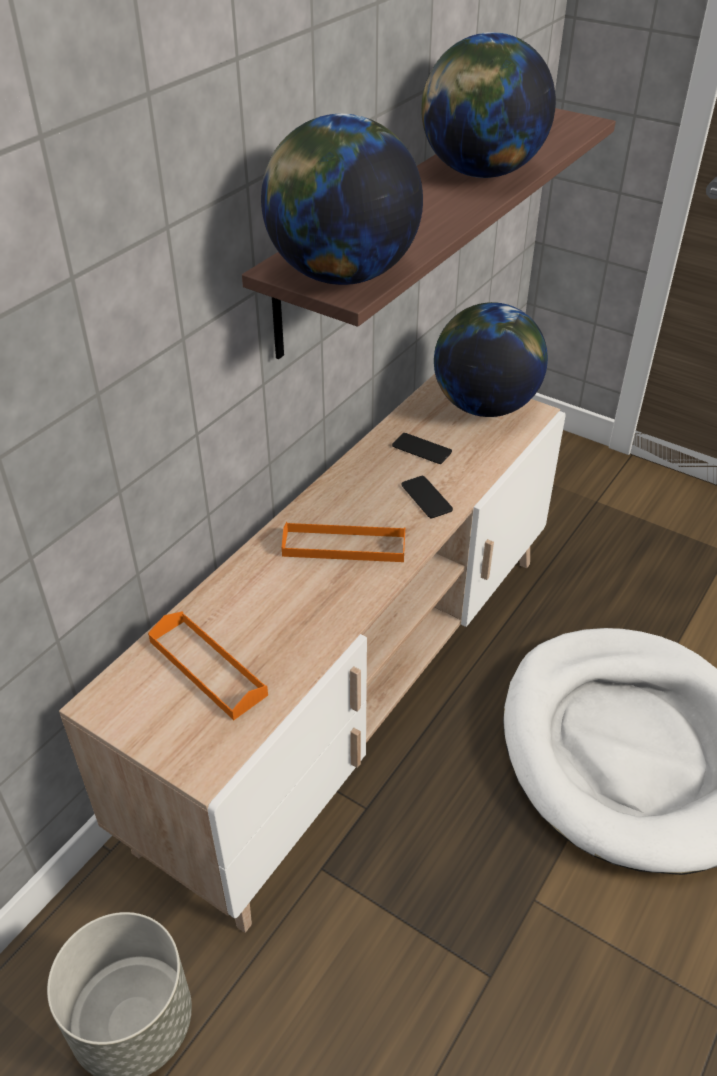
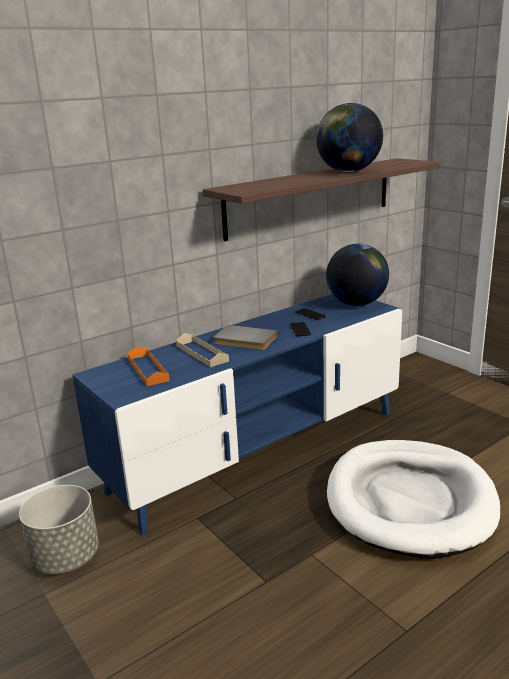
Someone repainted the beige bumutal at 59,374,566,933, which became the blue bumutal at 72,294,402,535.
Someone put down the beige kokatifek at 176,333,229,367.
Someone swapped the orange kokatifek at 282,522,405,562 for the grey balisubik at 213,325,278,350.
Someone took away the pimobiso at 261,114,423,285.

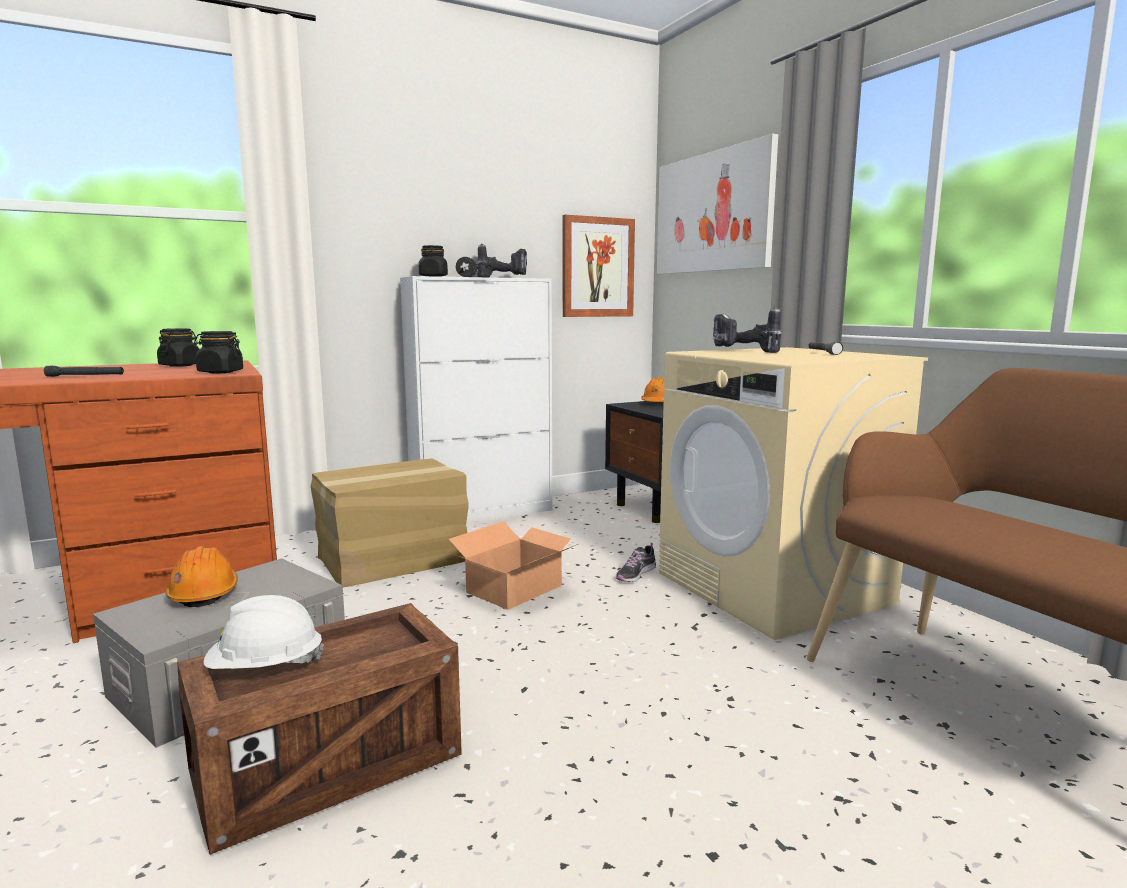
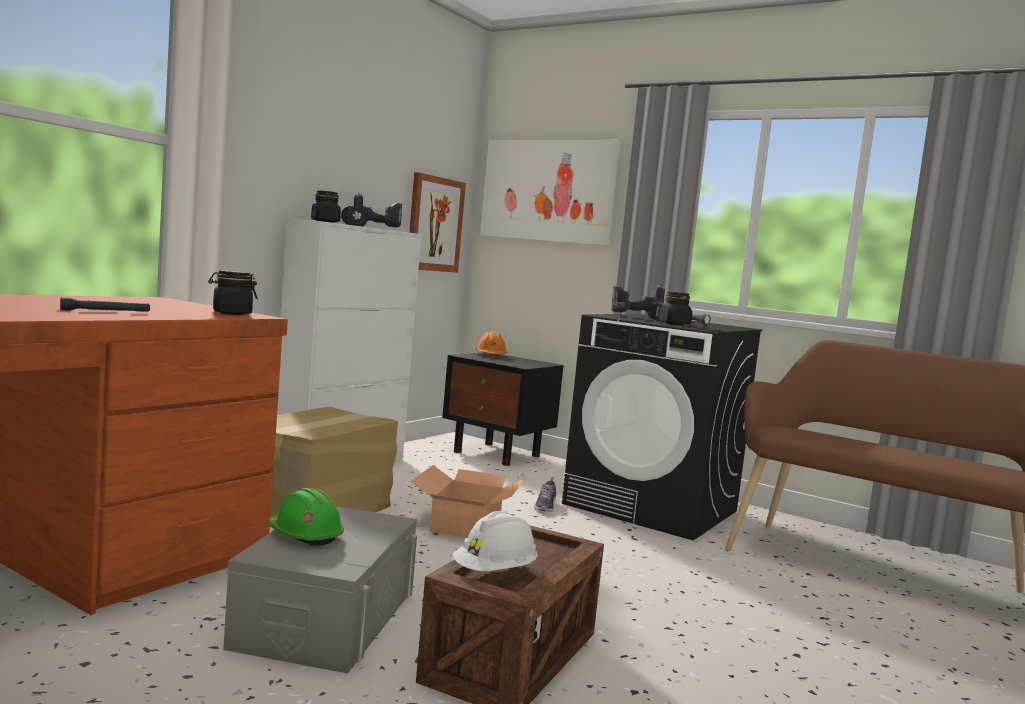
Someone repainted the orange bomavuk at 165,546,238,607, which became the green bomavuk at 268,488,344,546.
Someone repainted the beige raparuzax at 659,347,928,640, which became the black raparuzax at 562,314,762,541.
Someone carried the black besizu from 157,328,199,367 to 659,291,692,325.

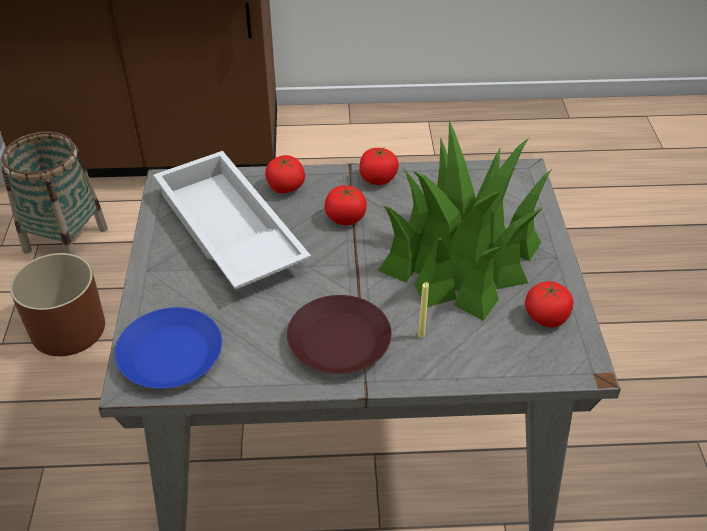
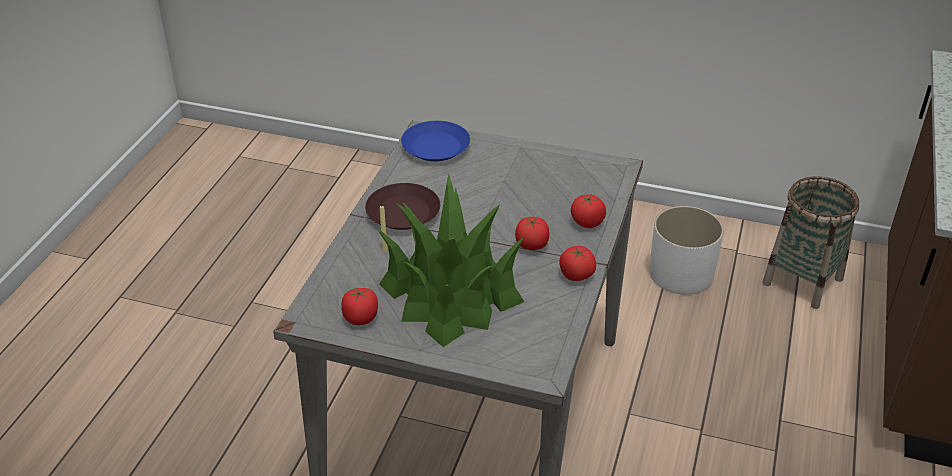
Someone repainted the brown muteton at 10,253,105,356, which became the white muteton at 650,206,724,295.
Someone took away the white kokatifek at 153,151,311,289.

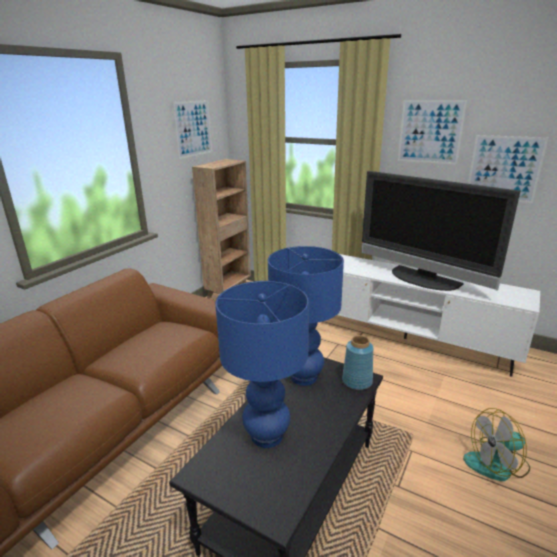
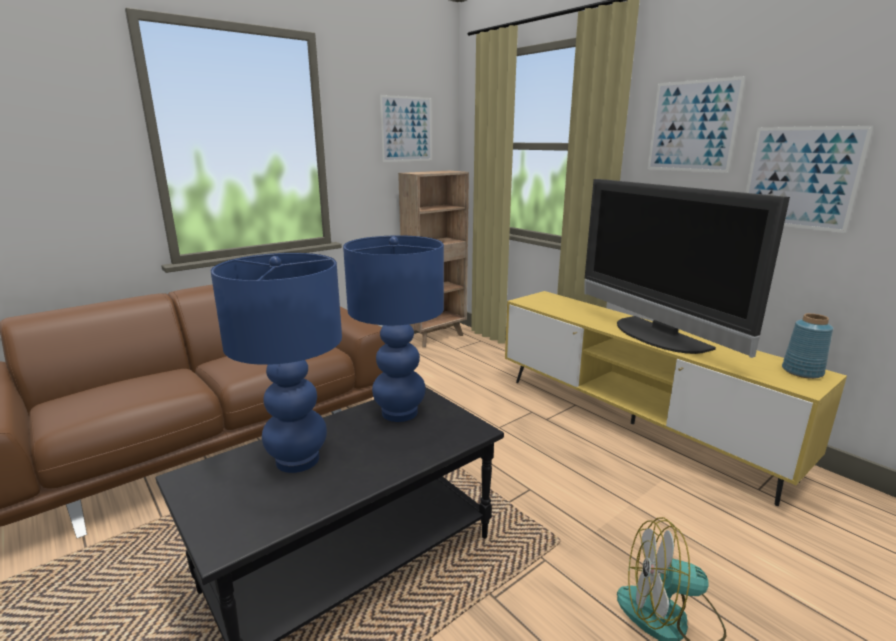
Someone repainted the white bumutal at 337,254,540,377, which became the yellow bumutal at 505,291,847,506.
Someone carried the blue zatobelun from 342,335,374,390 to 782,313,833,379.

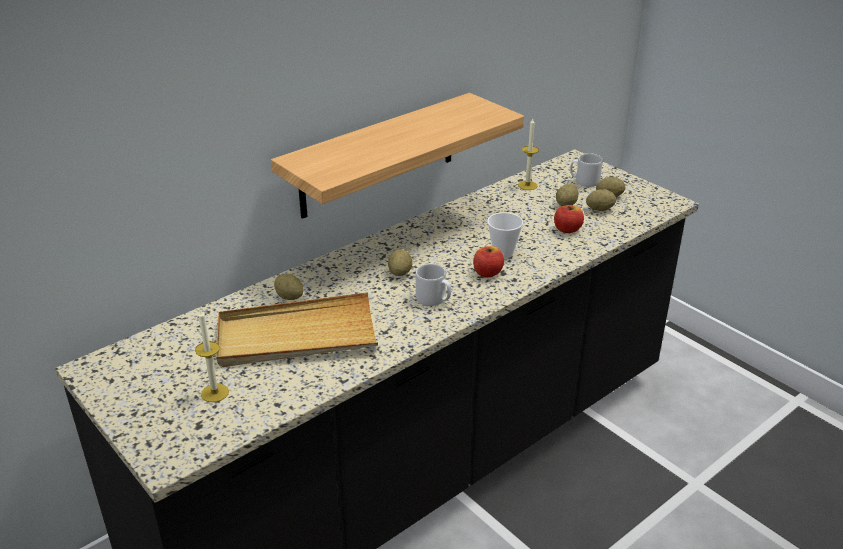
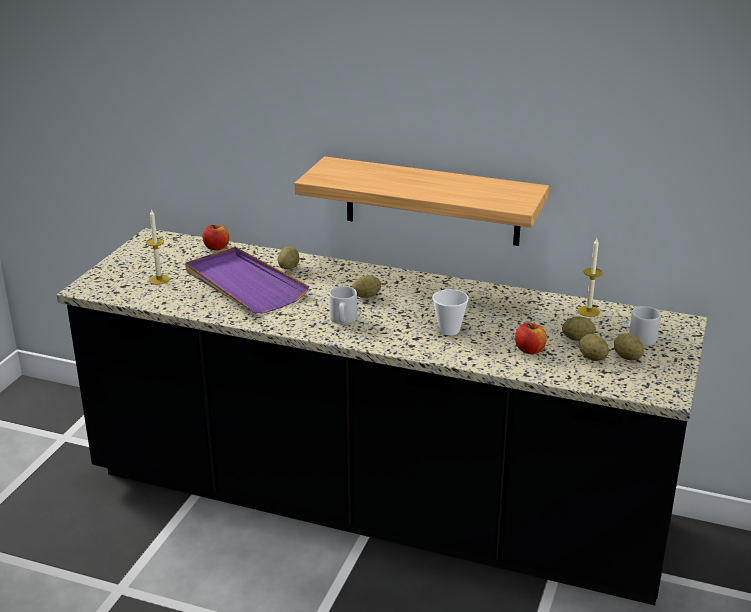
Someone repainted the beige kokatifek at 216,292,378,367, which became the purple kokatifek at 185,247,309,313.
Someone carried the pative from 473,246,504,277 to 202,225,229,250.

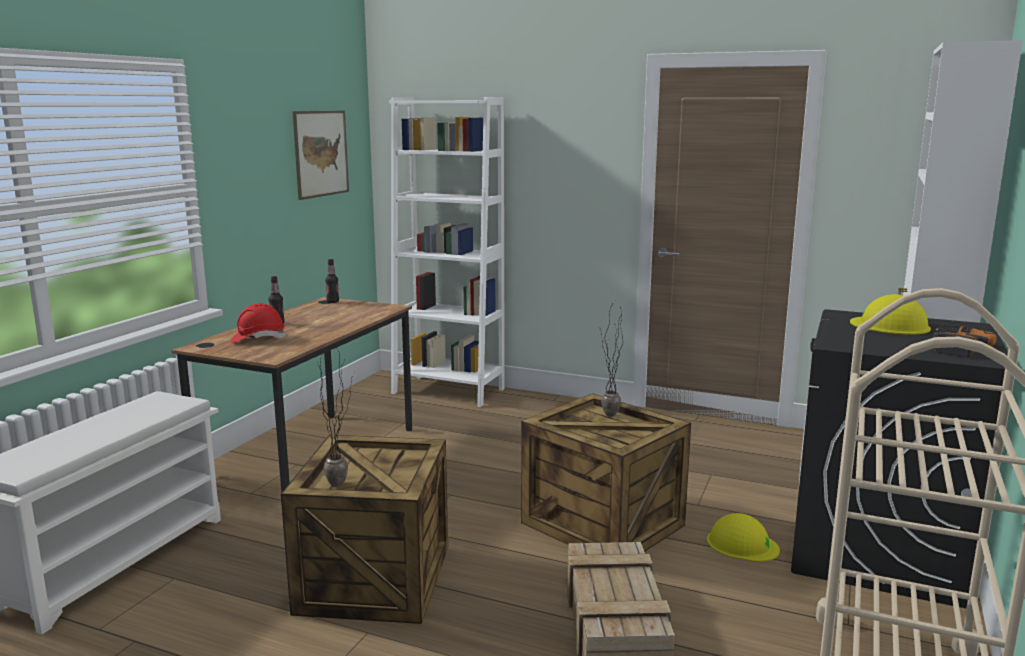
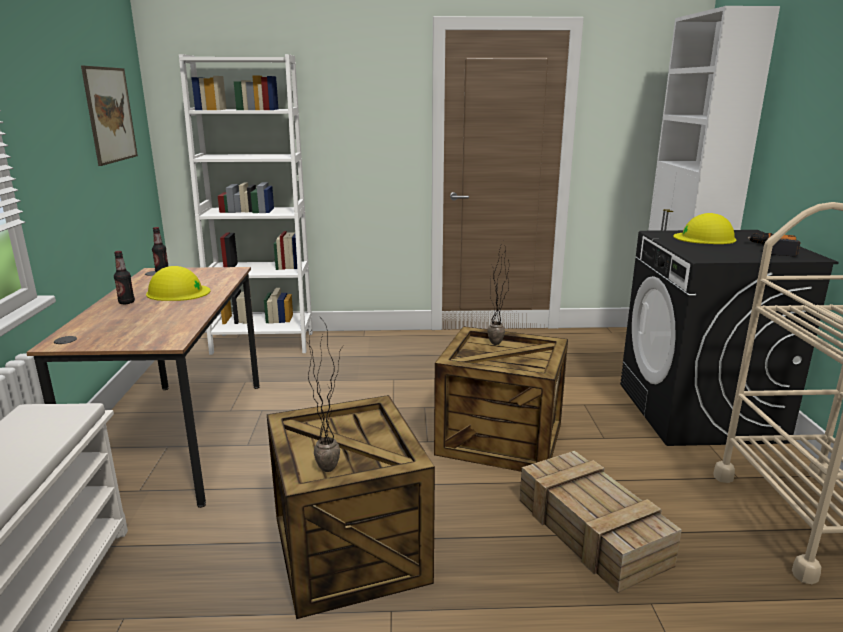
Someone carried the yellow bomavuk from 707,513,780,562 to 146,266,211,301.
Someone took away the red bomavuk at 231,303,286,343.

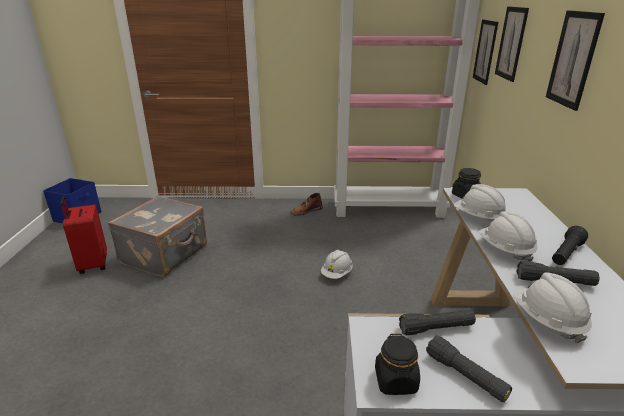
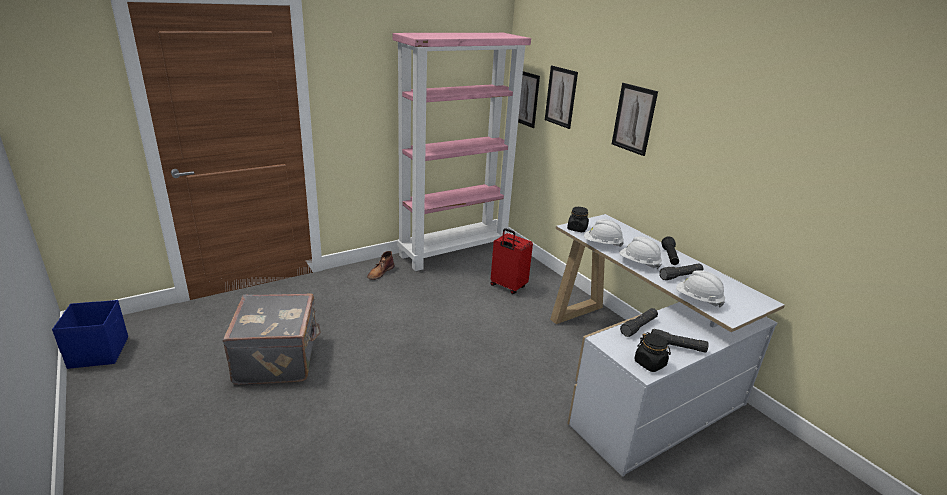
Someone carried the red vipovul from 60,196,107,274 to 490,228,533,294.
Someone took away the white bomavuk at 321,250,353,279.

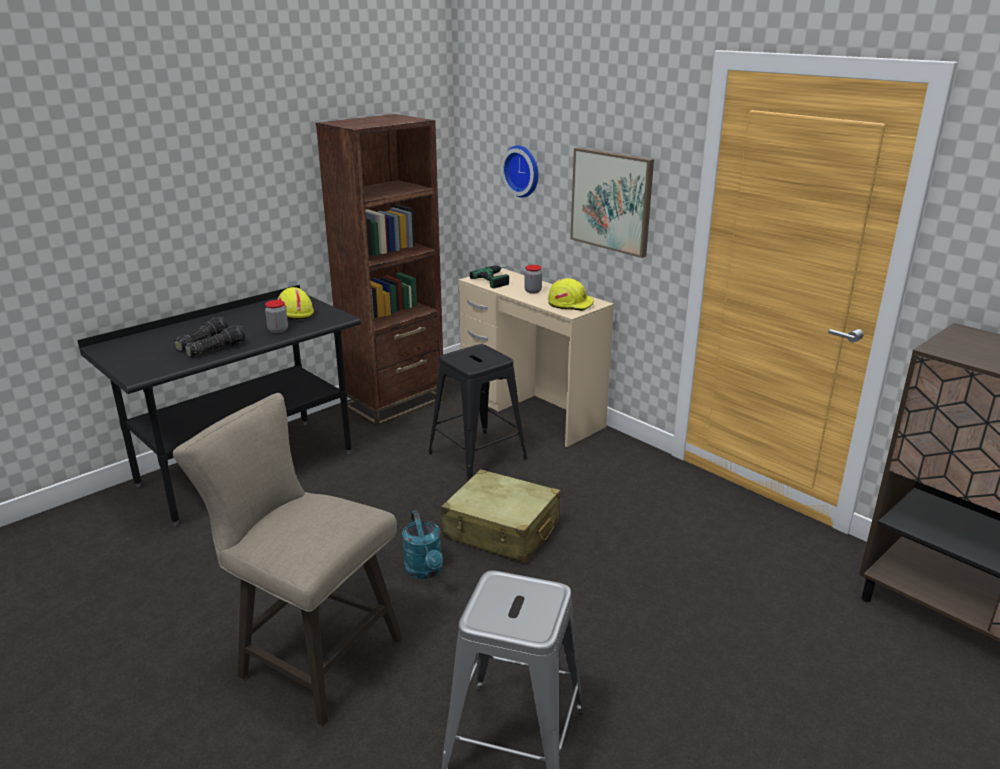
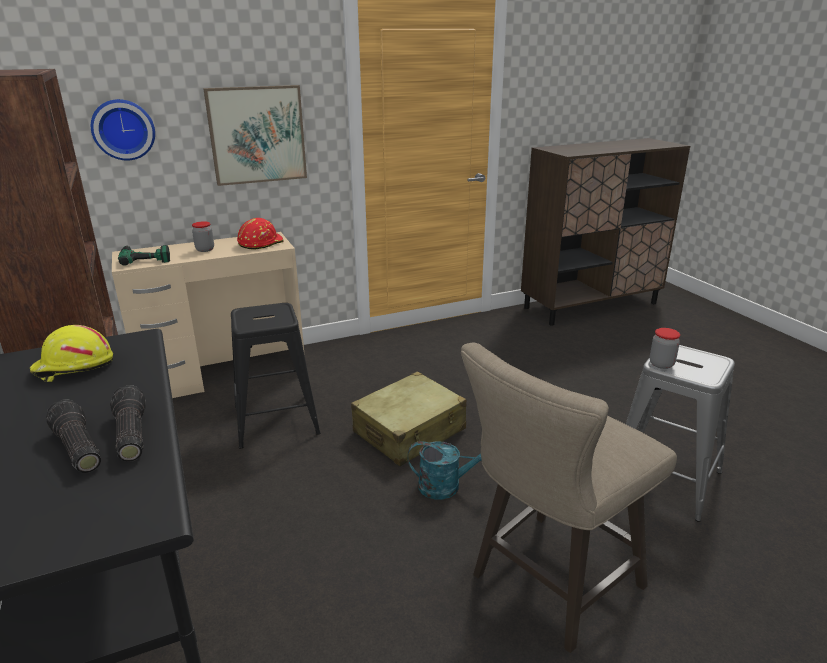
Someone repainted the yellow bomavuk at 548,278,594,311, which became the red bomavuk at 237,218,284,250.
Someone carried the besizu from 265,300,288,333 to 650,328,680,369.

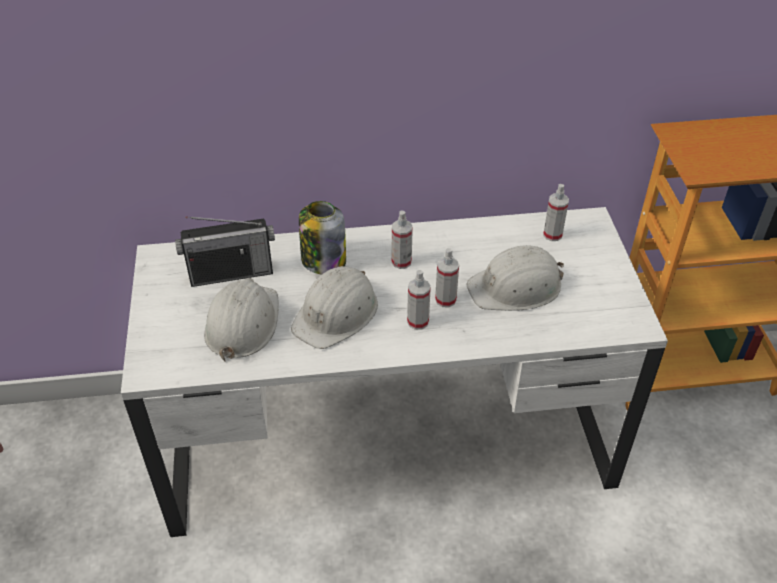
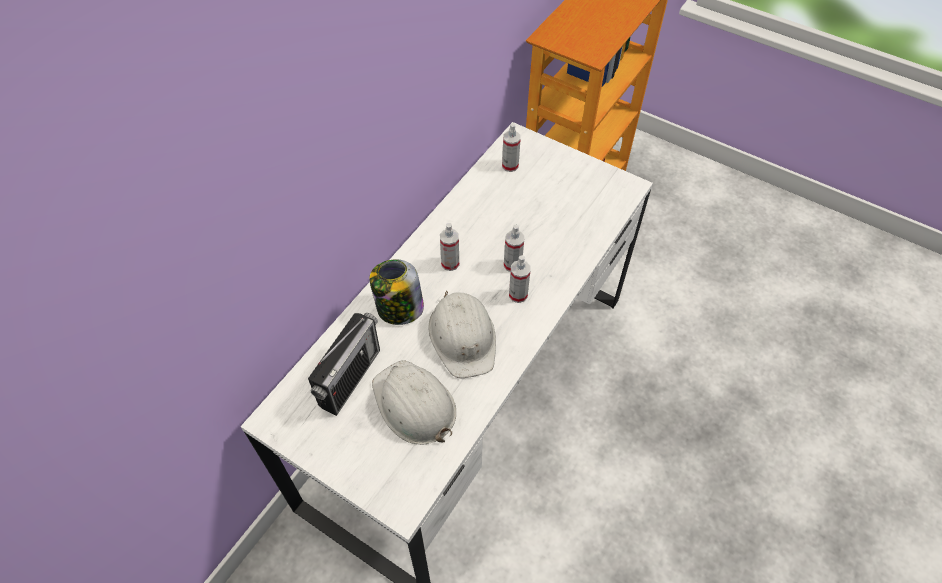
Someone took away the white bomavuk at 467,245,564,311.

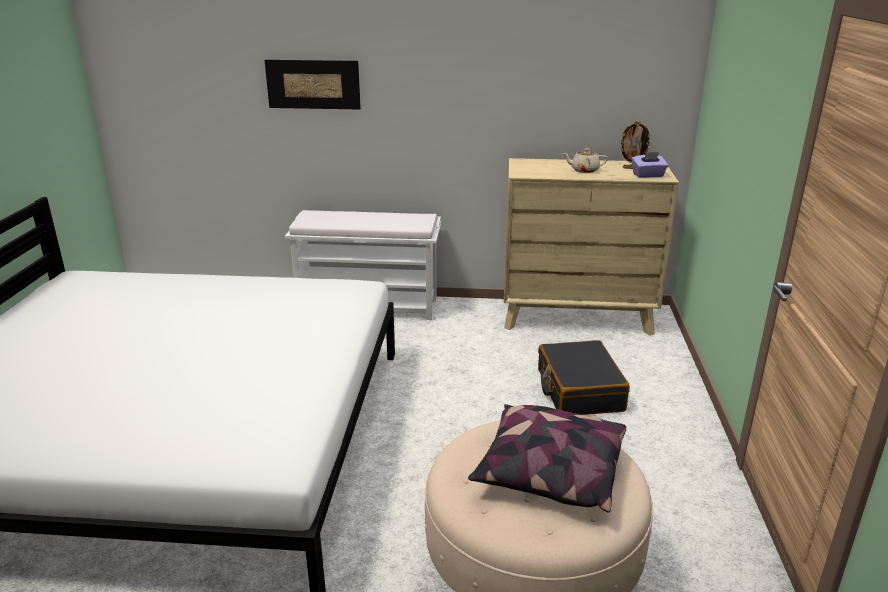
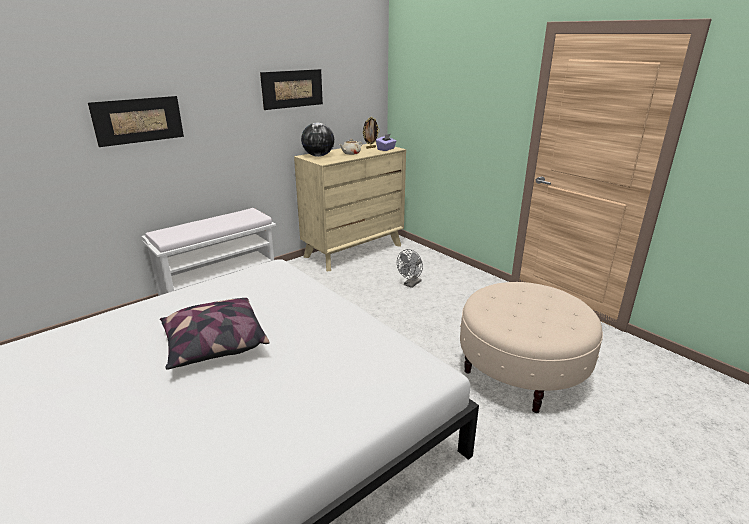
Someone carried the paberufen from 468,404,626,513 to 160,298,270,370.
Someone put up the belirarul at 260,69,323,110.
Someone put down the pimobiso at 301,123,334,157.
Someone swapped the black vipovul at 538,340,630,415 for the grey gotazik at 397,249,423,288.

